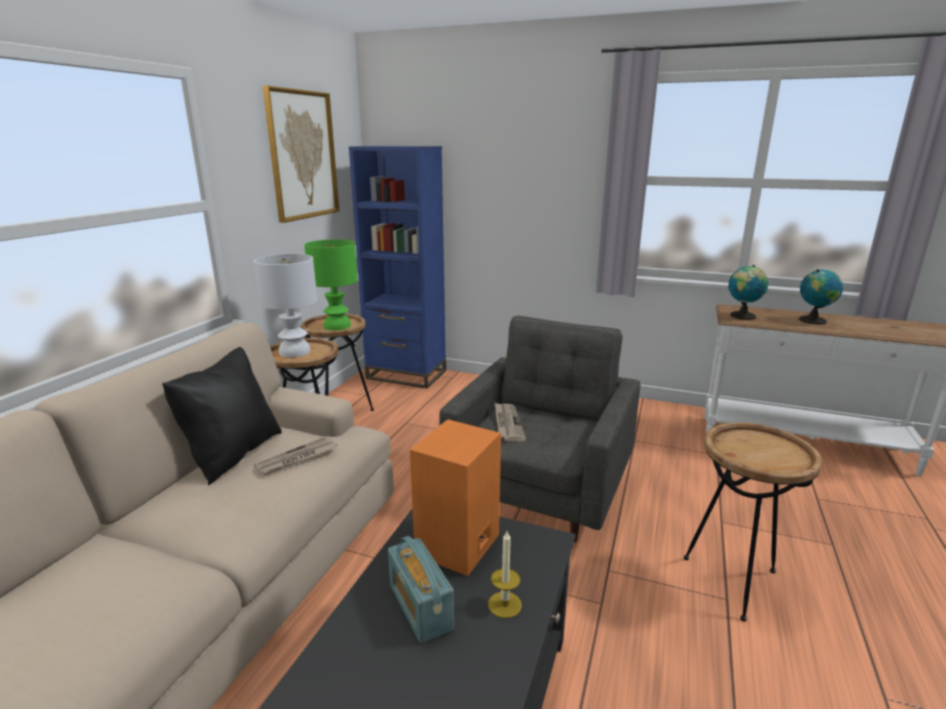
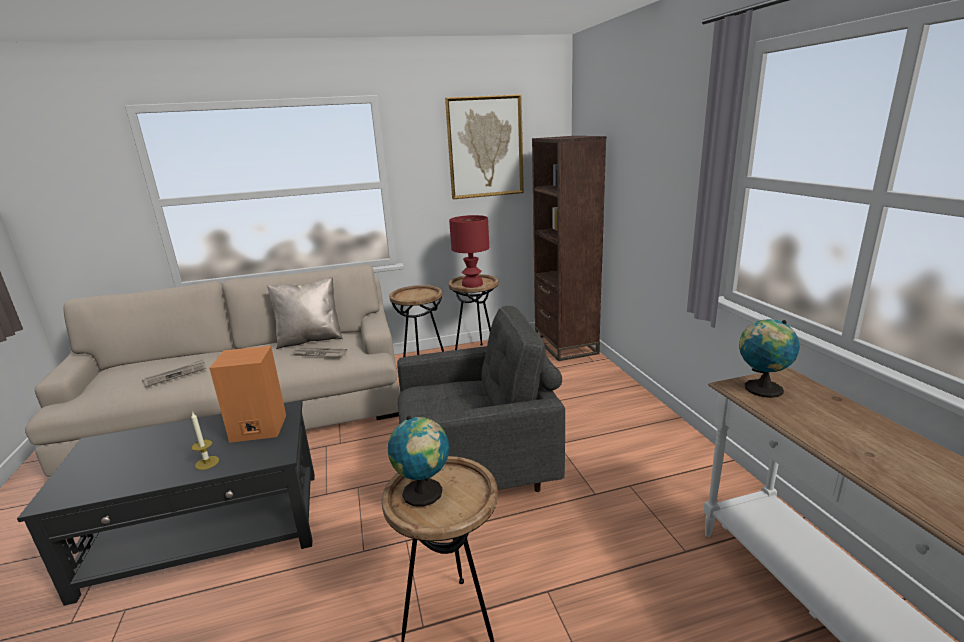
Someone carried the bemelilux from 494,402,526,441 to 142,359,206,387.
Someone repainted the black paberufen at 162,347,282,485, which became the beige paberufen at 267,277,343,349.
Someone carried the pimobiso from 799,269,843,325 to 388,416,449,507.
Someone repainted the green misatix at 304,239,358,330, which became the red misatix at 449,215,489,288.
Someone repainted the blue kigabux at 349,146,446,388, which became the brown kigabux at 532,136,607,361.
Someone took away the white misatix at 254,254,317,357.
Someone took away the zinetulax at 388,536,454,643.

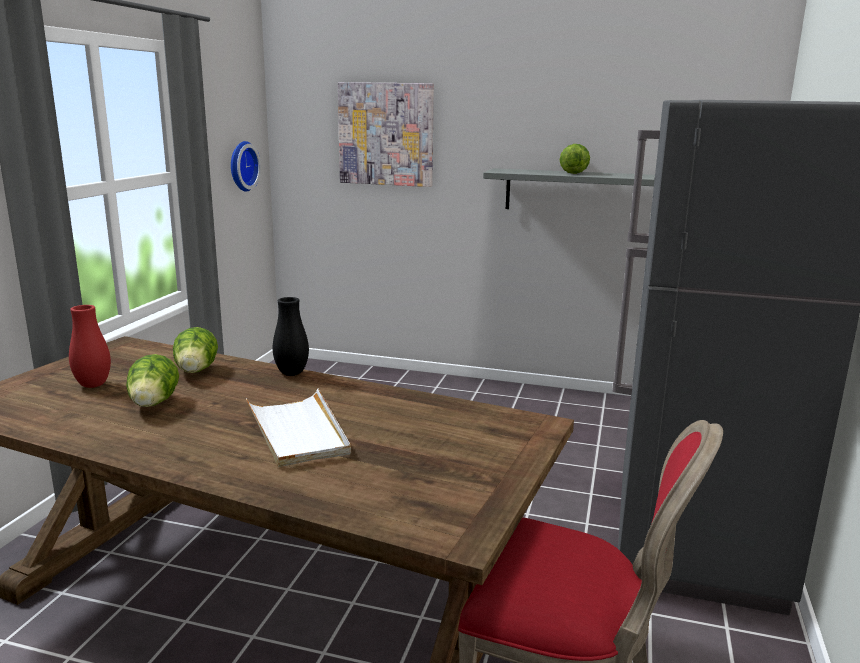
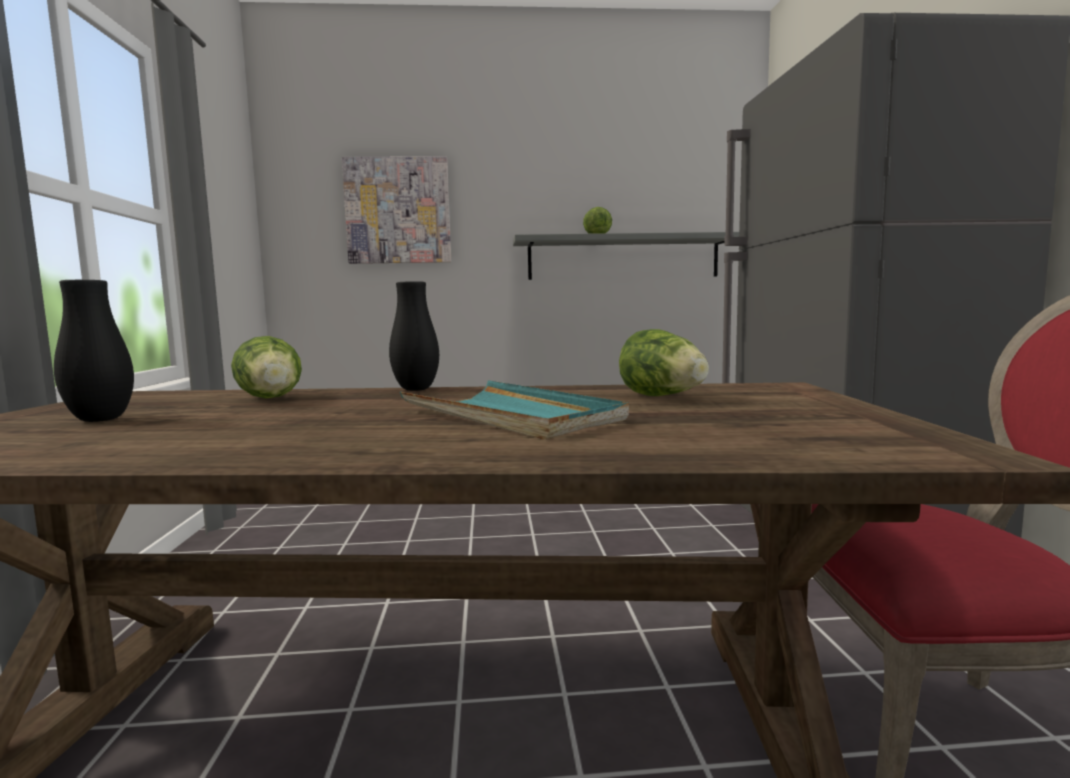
Someone repainted the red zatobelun at 69,305,111,388, which became the black zatobelun at 54,280,134,422.
Someone repainted the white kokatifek at 246,389,351,467, which became the turquoise kokatifek at 400,380,629,440.
Someone carried the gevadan from 126,354,179,407 to 619,329,709,396.
Someone took away the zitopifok at 231,141,261,192.

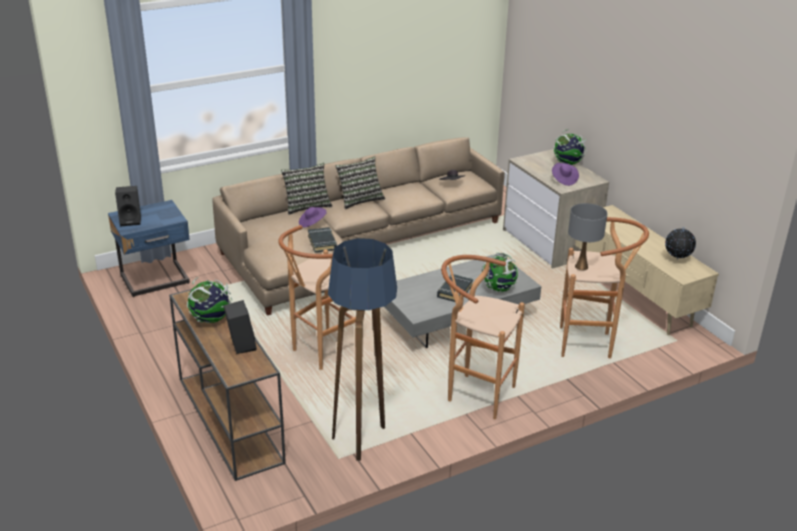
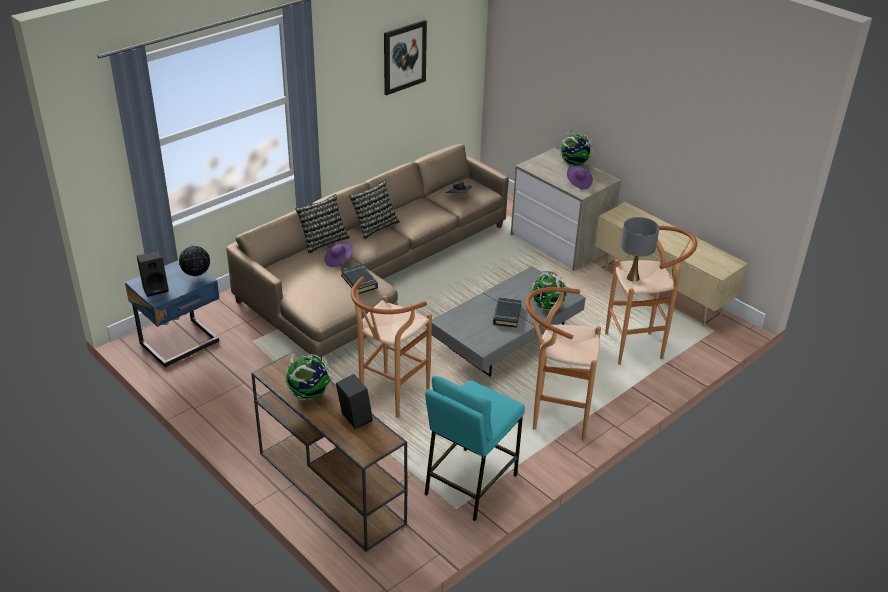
Someone carried the pimobiso from 665,227,696,260 to 179,245,210,277.
Someone put up the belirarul at 384,20,427,95.
Someone swapped the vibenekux at 328,238,397,461 for the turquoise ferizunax at 424,376,525,521.

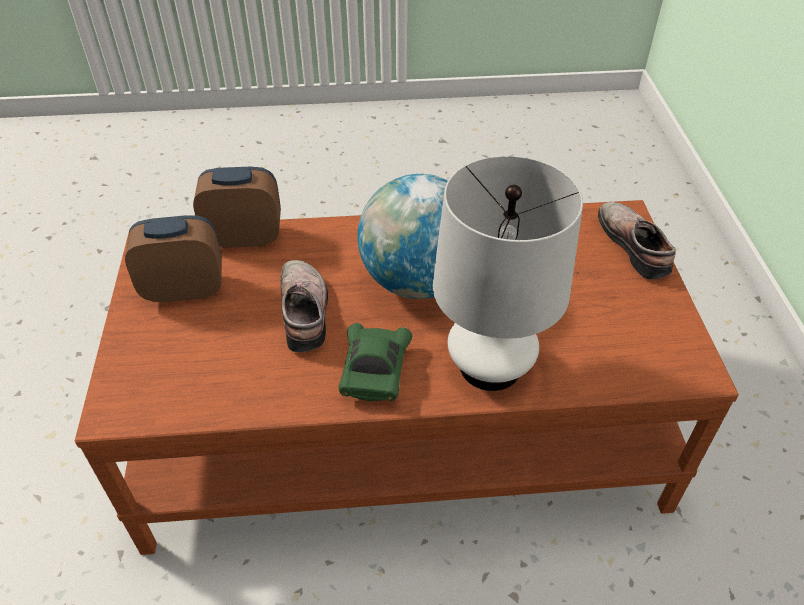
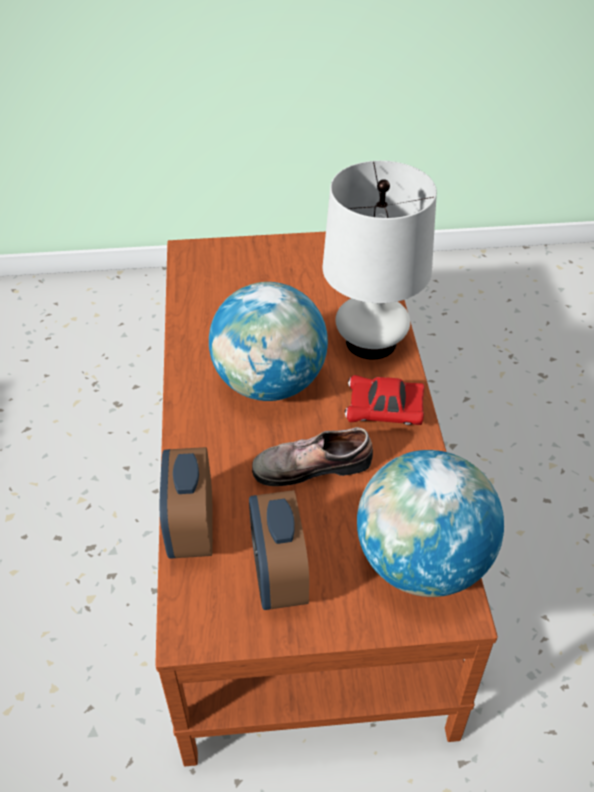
Someone repainted the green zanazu at 339,323,412,401, which became the red zanazu at 345,375,424,425.
Someone put down the pimobiso at 357,450,504,597.
Someone took away the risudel at 598,202,676,279.

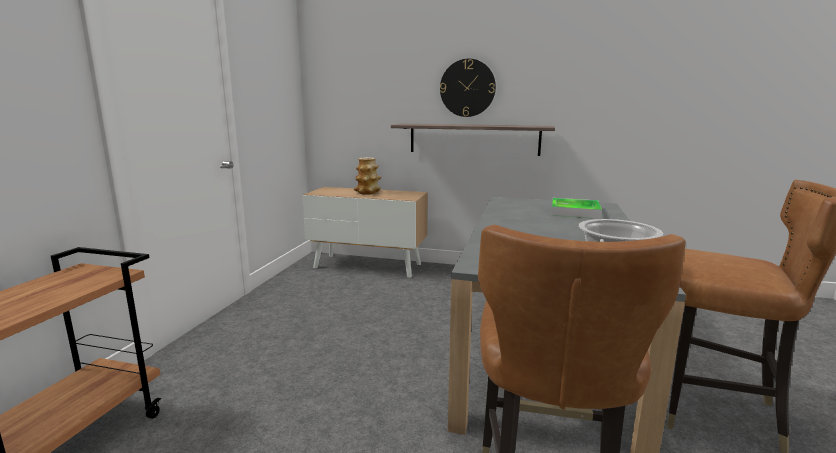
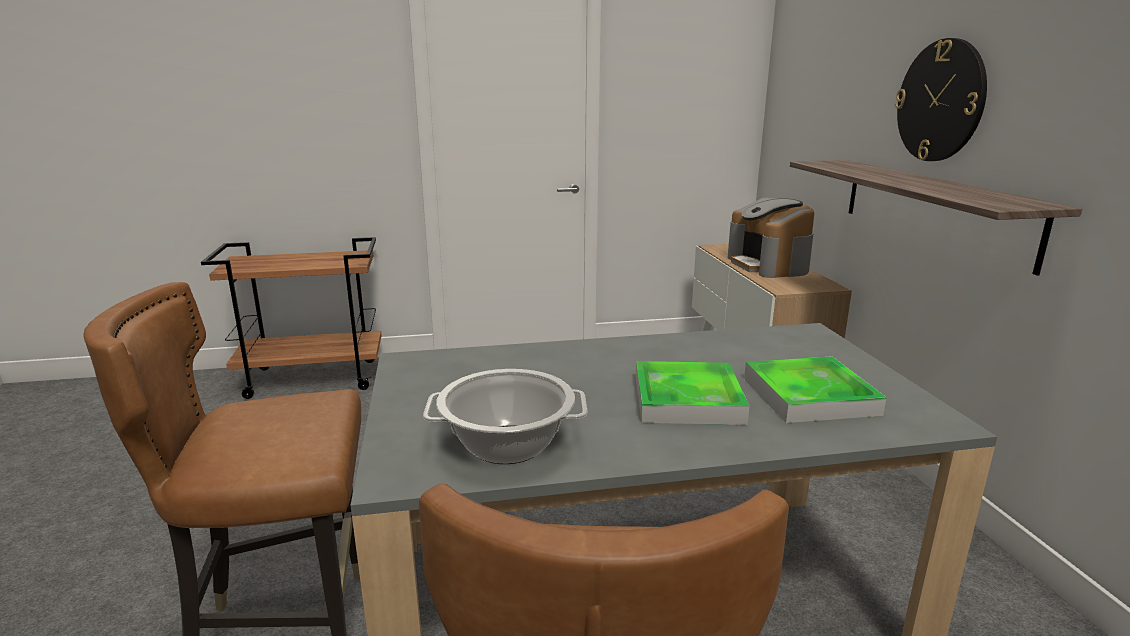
Someone put down the kokatifek at 636,361,749,425.
Someone swapped the zatobelun at 354,157,382,195 for the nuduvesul at 728,198,814,278.

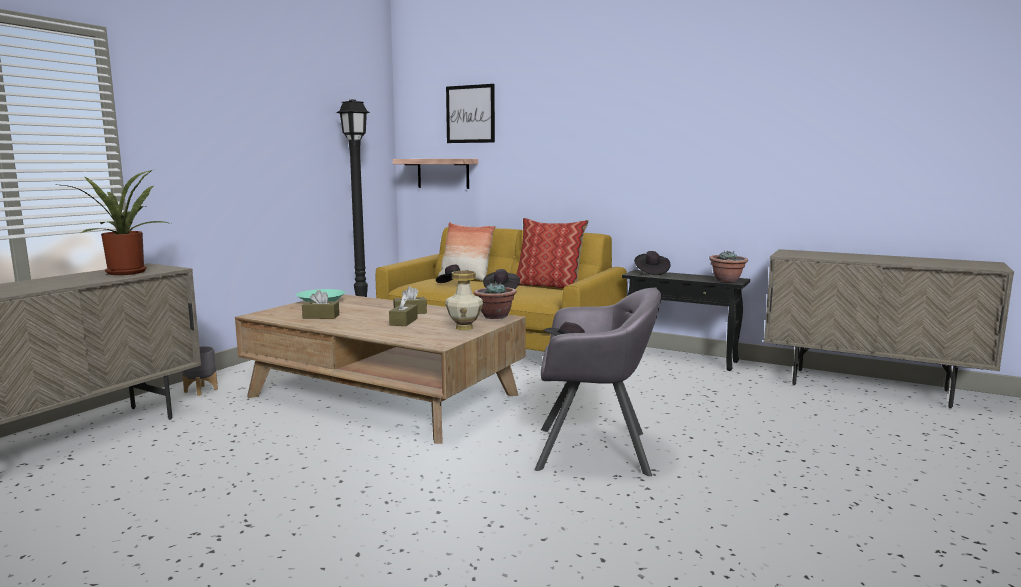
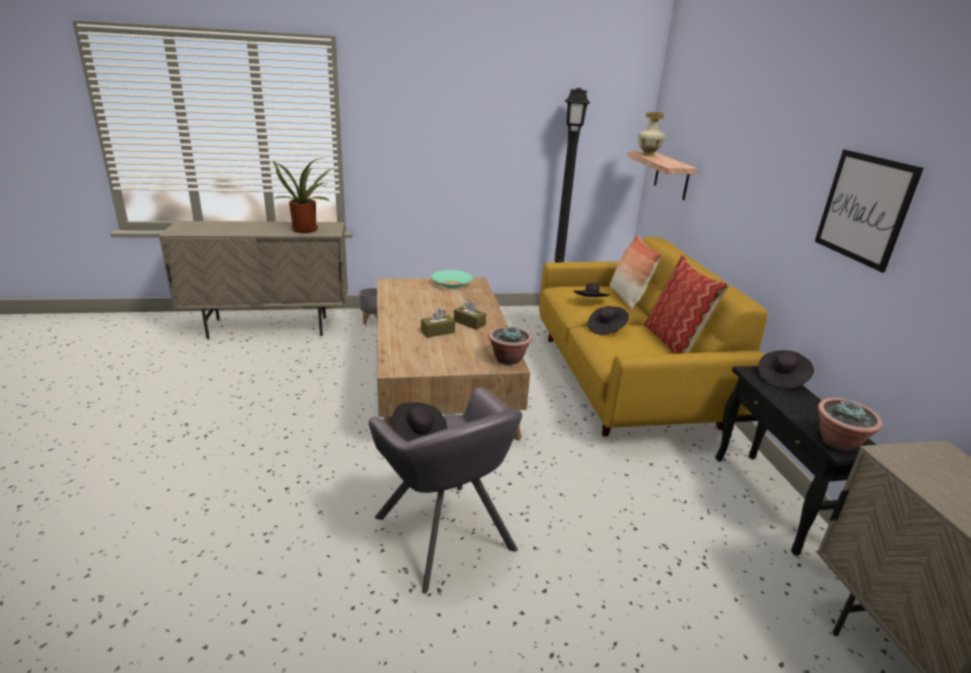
Someone carried the zatobelun from 445,271,483,330 to 638,112,665,156.
Someone carried the belirarul from 446,84,495,143 to 815,149,924,273.
Someone took away the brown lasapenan at 302,290,339,319.

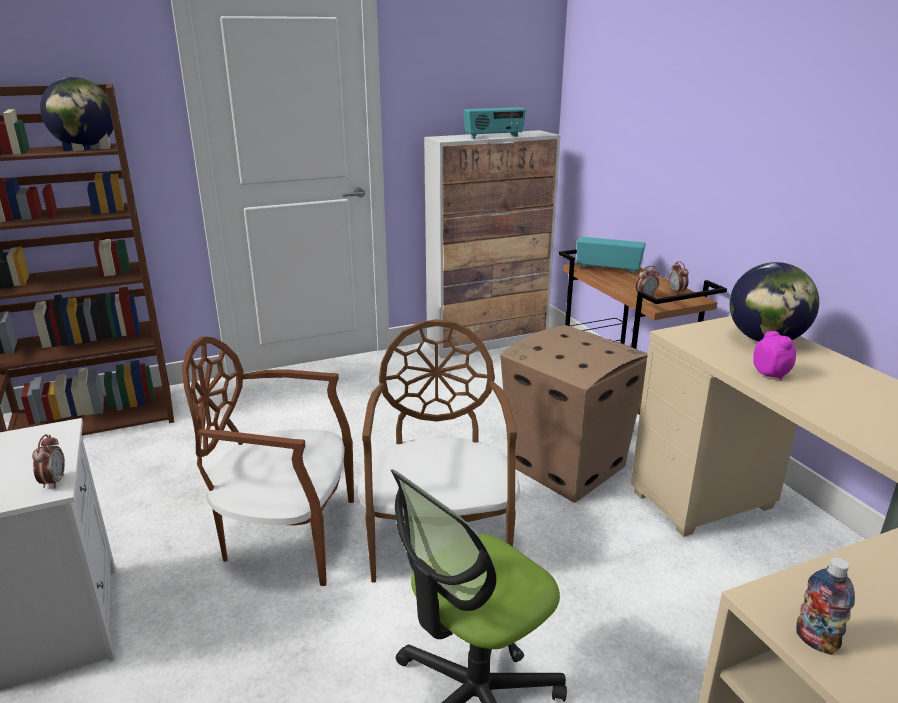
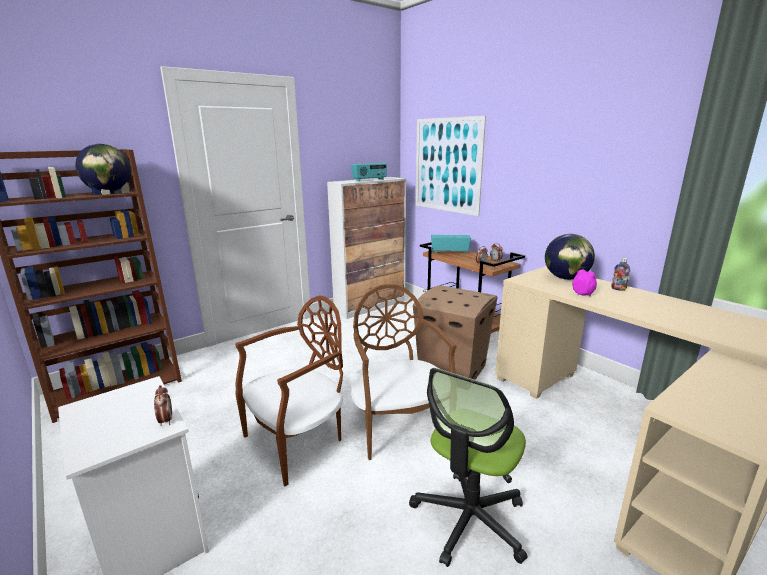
Someone rotated the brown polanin at 182,336,354,586 by 150 degrees clockwise.
Someone put up the belirarul at 416,116,486,216.
Someone carried the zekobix from 796,557,855,655 to 611,258,630,291.

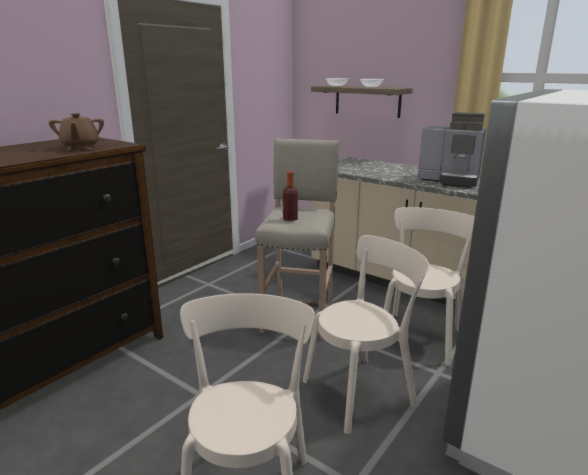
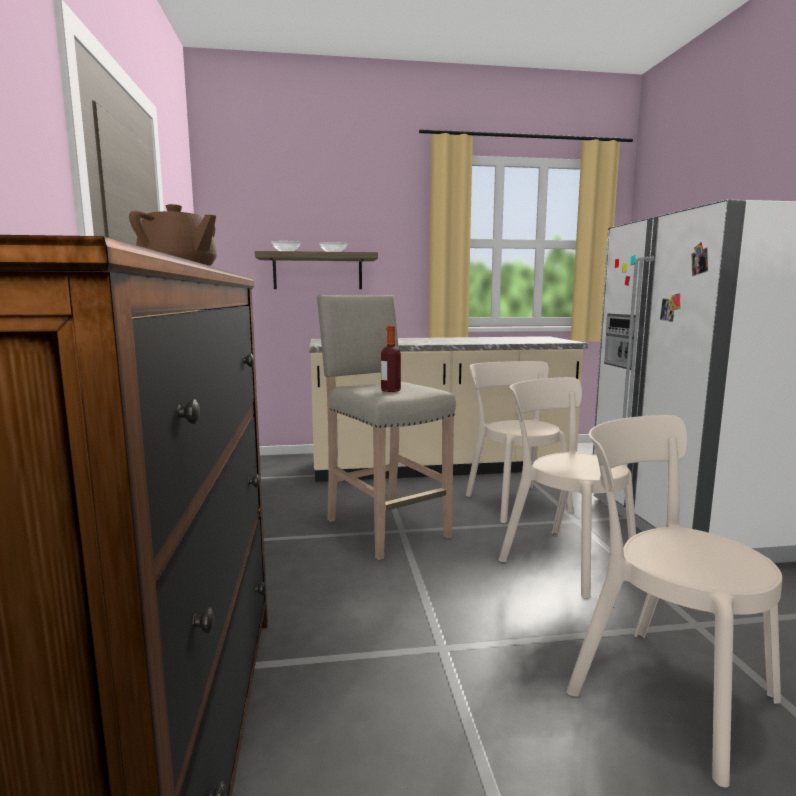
Someone rotated the beige polanin at 303,235,430,434 by 60 degrees counterclockwise.
Someone took away the nuduvesul at 418,112,486,188.

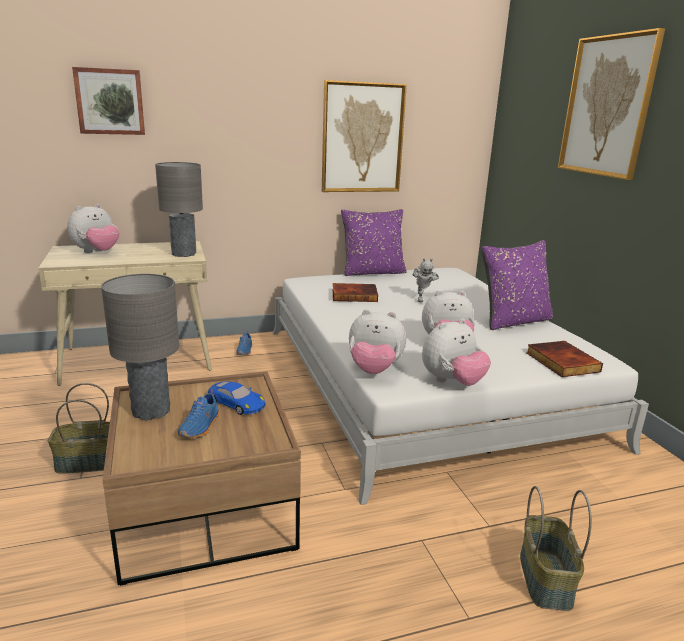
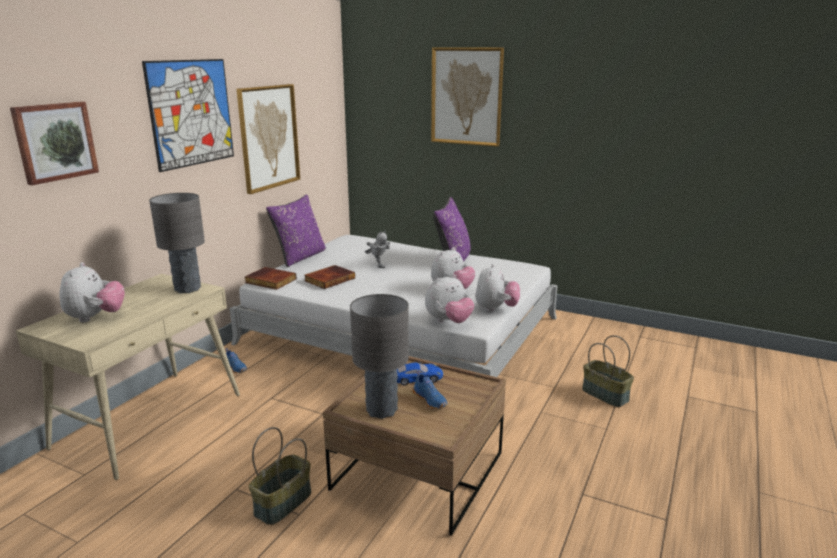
Someone put up the belirarul at 142,59,234,172.
Someone carried the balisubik from 526,341,603,377 to 245,267,297,290.

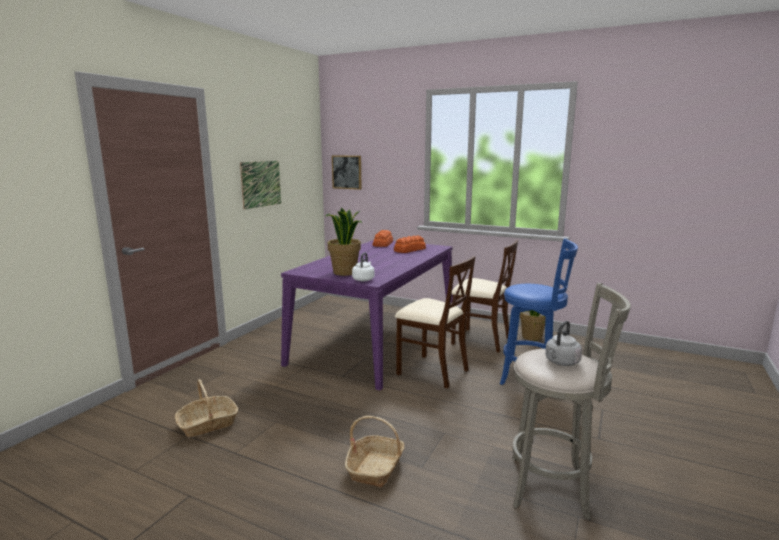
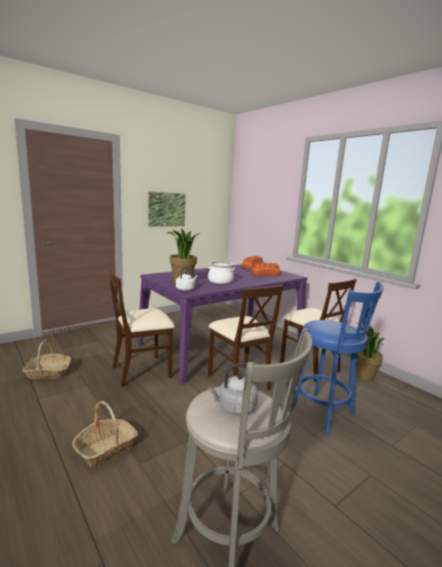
Someone put down the beige polanin at 108,269,175,387.
Someone put down the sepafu at 208,261,235,284.
Someone took away the belirarul at 332,155,362,190.

